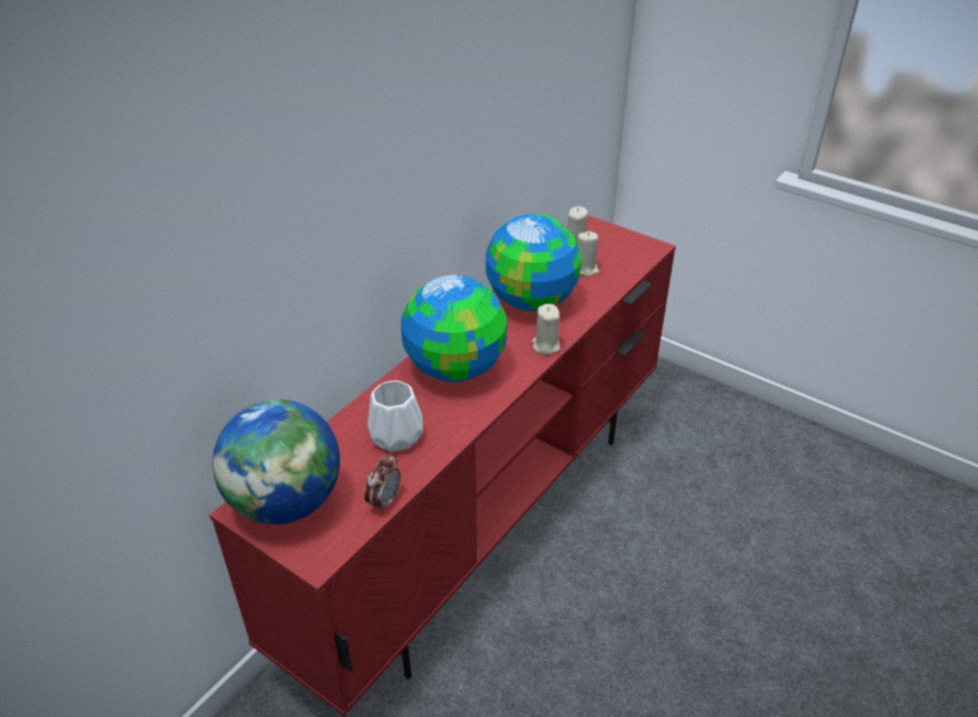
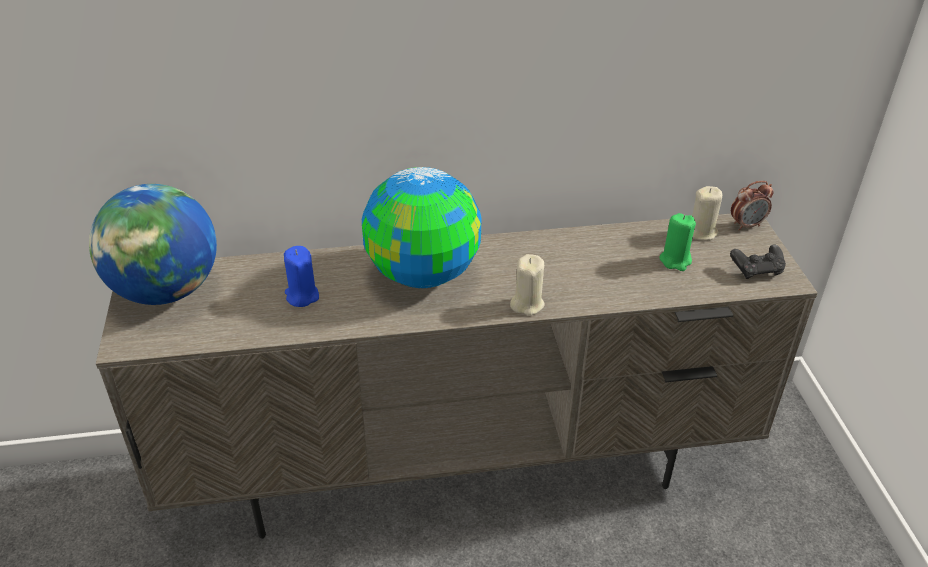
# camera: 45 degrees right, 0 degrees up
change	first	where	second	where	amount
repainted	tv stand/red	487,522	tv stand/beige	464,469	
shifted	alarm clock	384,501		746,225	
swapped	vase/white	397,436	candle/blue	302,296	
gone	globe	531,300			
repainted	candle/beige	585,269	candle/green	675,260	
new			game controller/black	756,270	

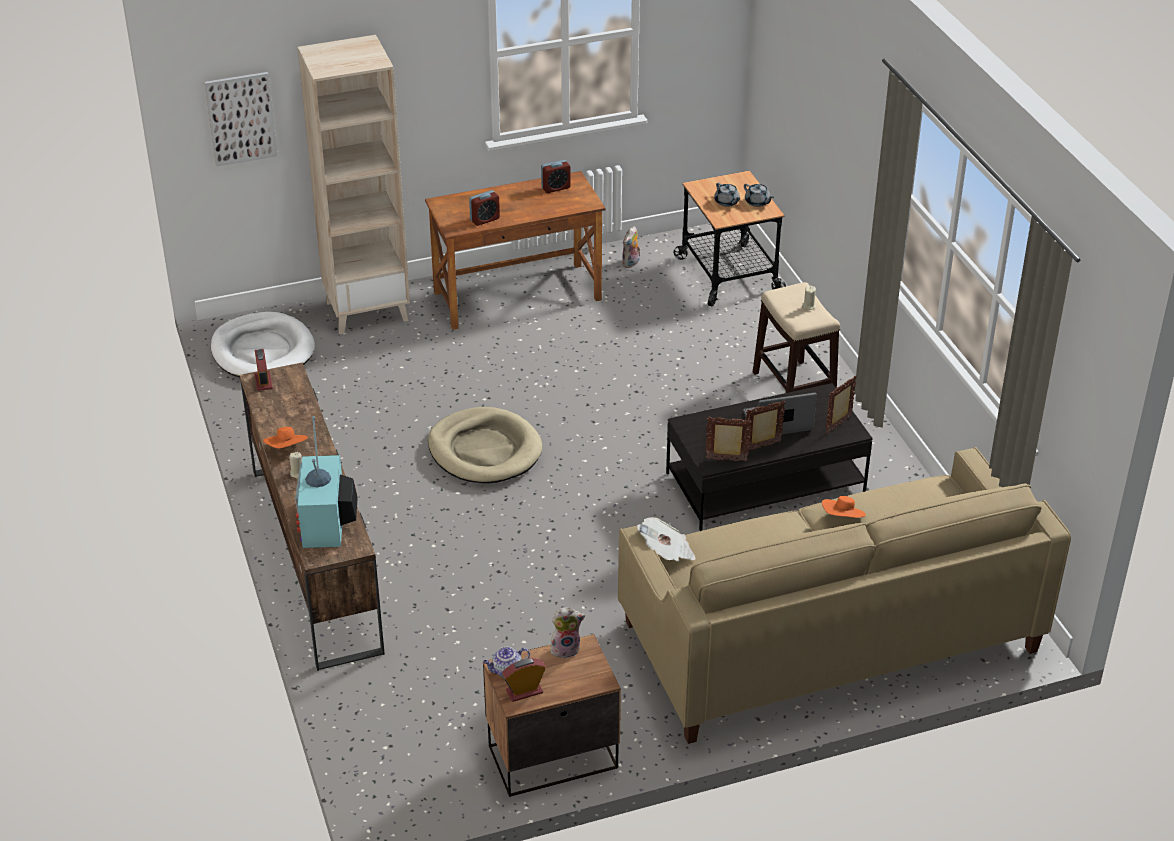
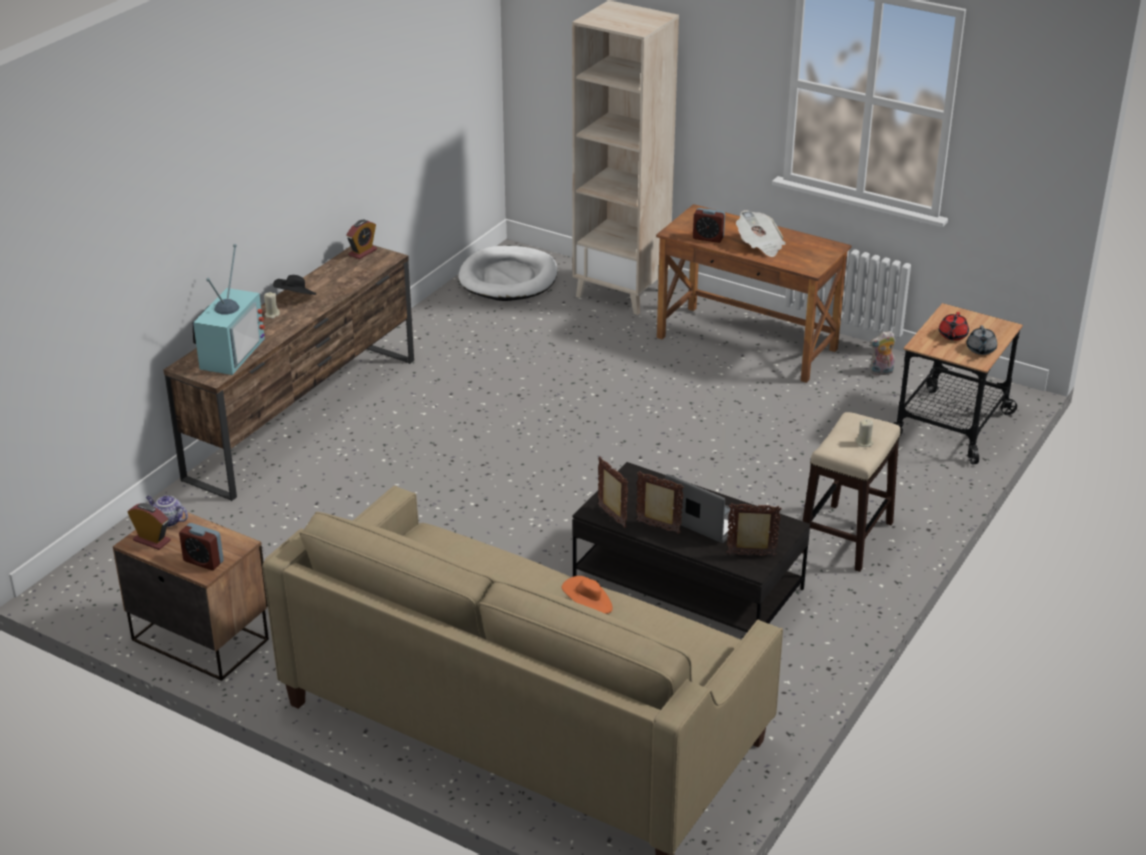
# camera: 50 degrees right, 5 degrees down
change	first	where	second	where	amount
gone	picture	241,118			
repainted	hat/orange	287,449	hat/black	296,297	
rotated	television	328,522		229,352	150 degrees clockwise
gone	dog bed/beige	484,450			
shifted	alarm clock	556,188		203,561	
gone	plush toy	566,648			
shifted	newspaper	666,552		760,246	
repainted	teapot/grey	727,202	teapot/red	952,335	

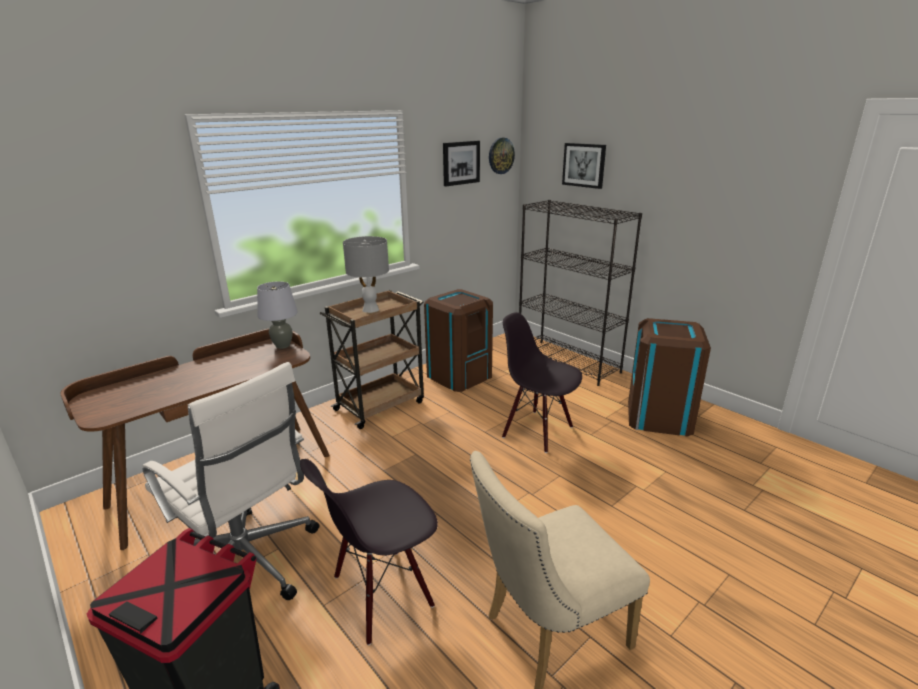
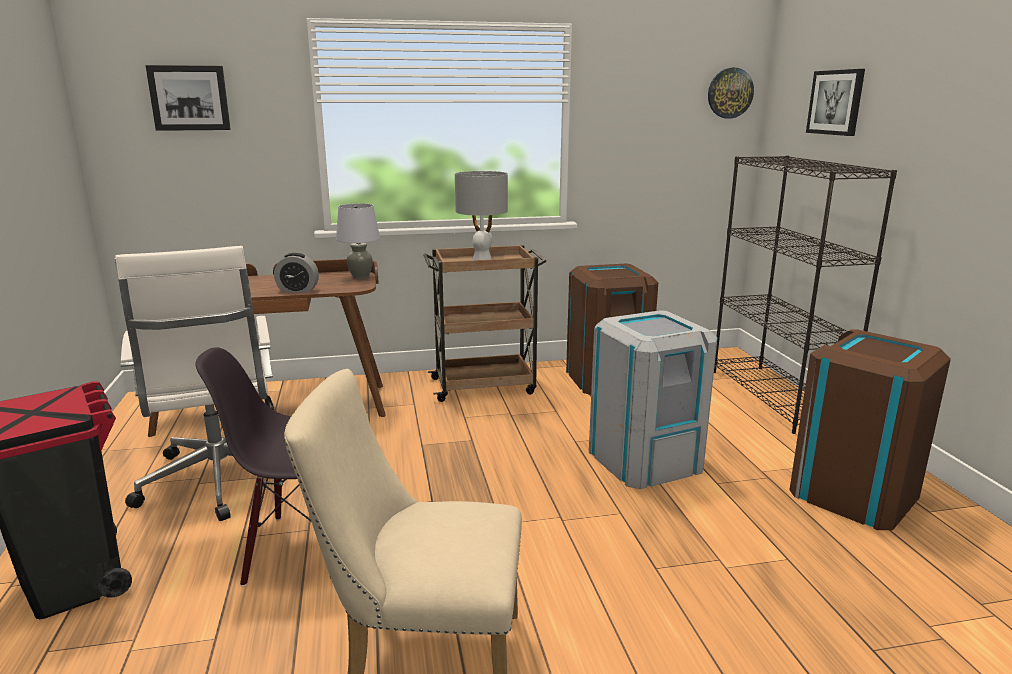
# camera: 30 degrees right, 5 degrees down
change	first	where	second	where	amount
shifted	picture	460,163		189,98	
swapped	chair/black	538,431	trash can/grey	645,459	
new			alarm clock	298,290	

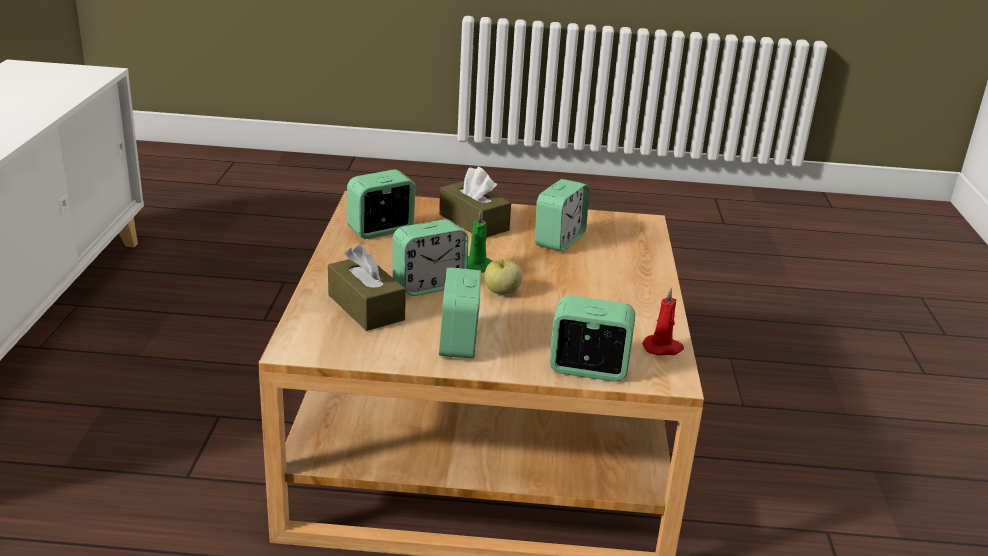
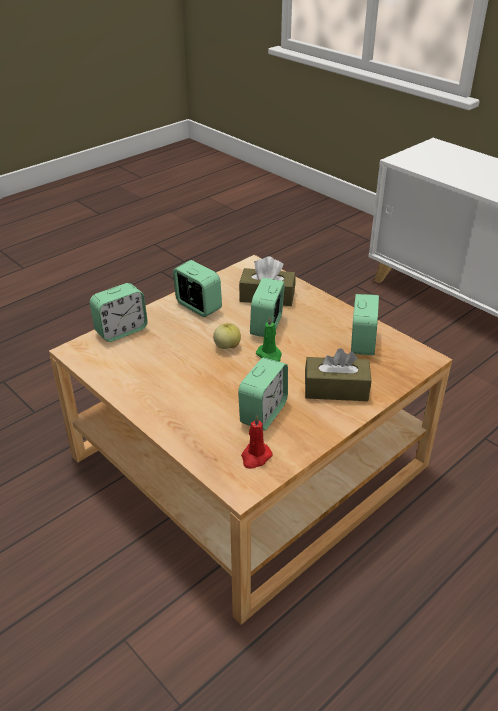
# camera: 135 degrees right, 10 degrees up
change	first	where	second	where	amount
rotated	alarm clock	559,240		263,413	135 degrees counterclockwise
shifted	candle/red	663,348		255,457	

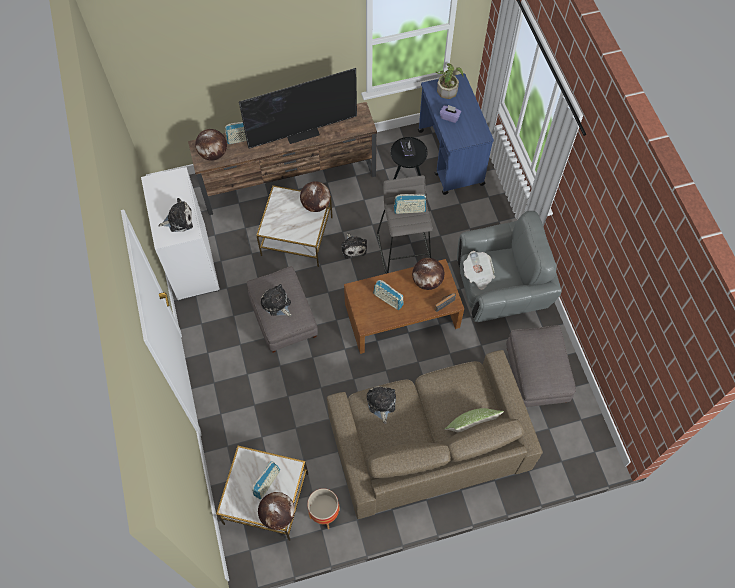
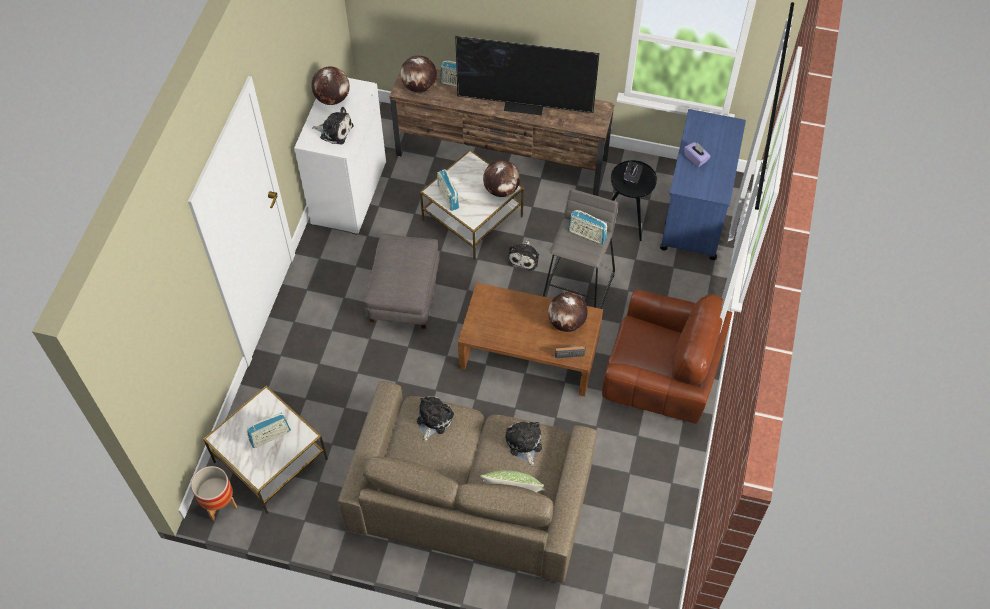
# camera: 30 degrees right, 5 degrees down
change	first	where	second	where	amount
shifted	globe	278,514		332,98	
shifted	plush toy	276,304		524,444	
shifted	planter	324,514		219,503	
shifted	radio	388,299		448,197	
gone	potted plant	447,88			
repainted	armchair/grey	501,287	armchair/brown	660,377	
gone	newspaper	478,274			
gone	ottoman/grey	535,374			

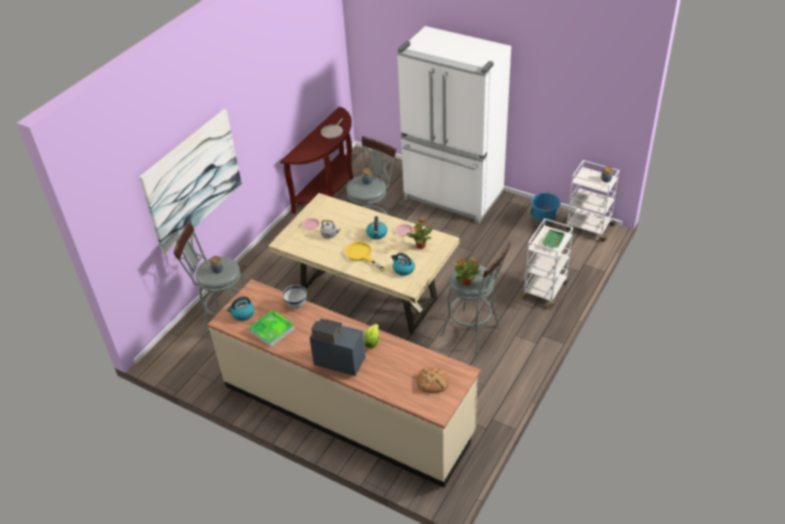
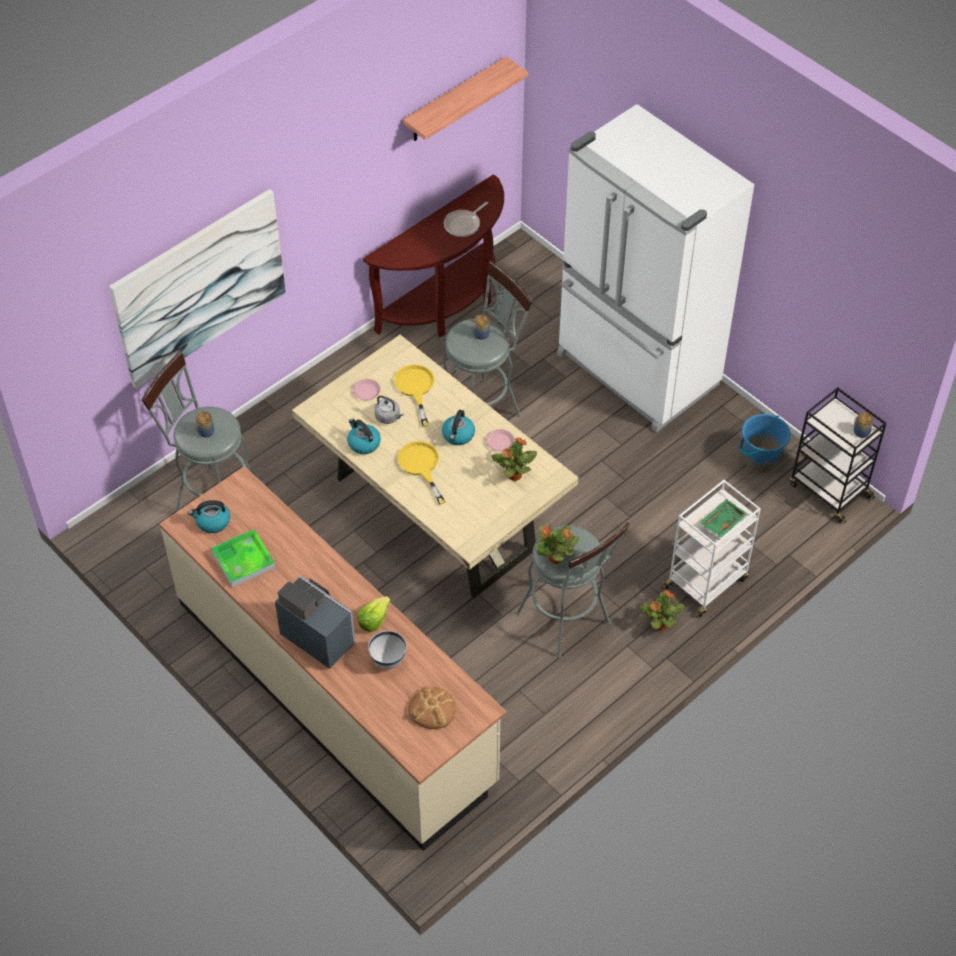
# camera: 15 degrees right, 10 degrees up
change	first	where	second	where	amount
shifted	bowl/white	296,305		388,660	
shifted	kettle	403,269		363,443	
repainted	cart/white	588,227	cart/black	828,490	
new			frying pan/yellow	415,388	
new			shelf	455,101	
new			potted plant	659,625	

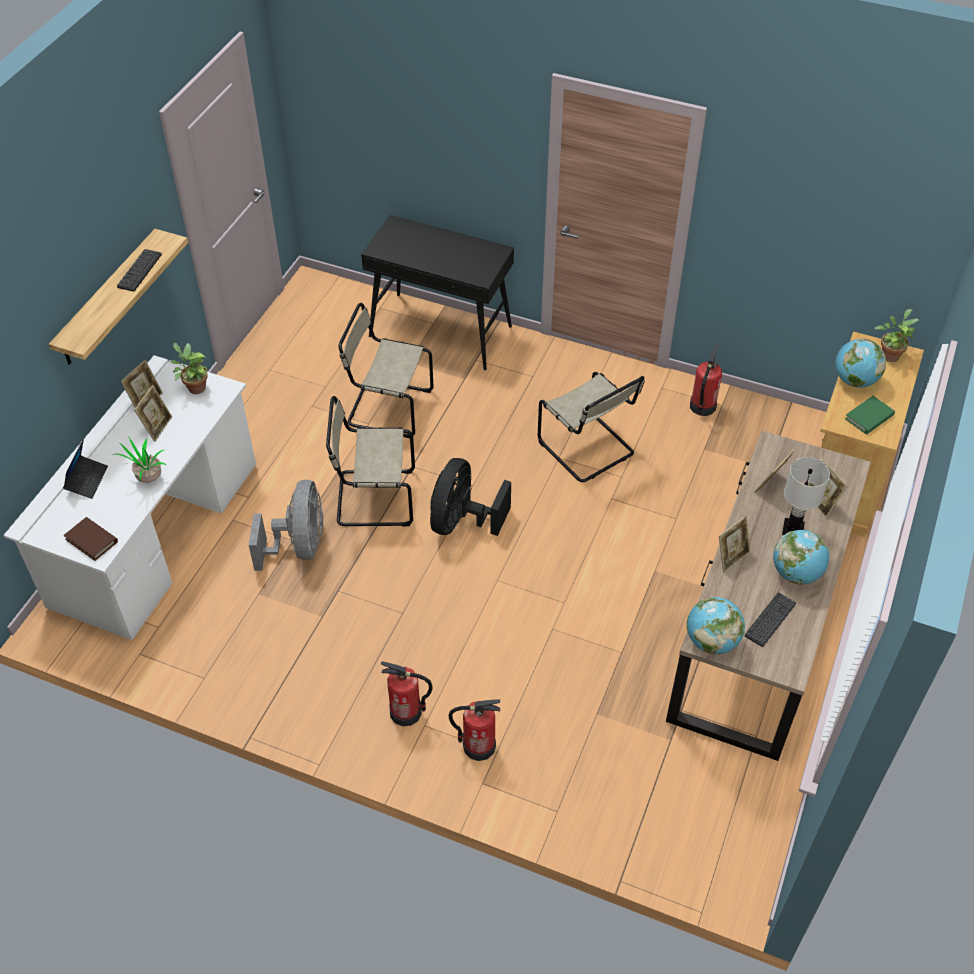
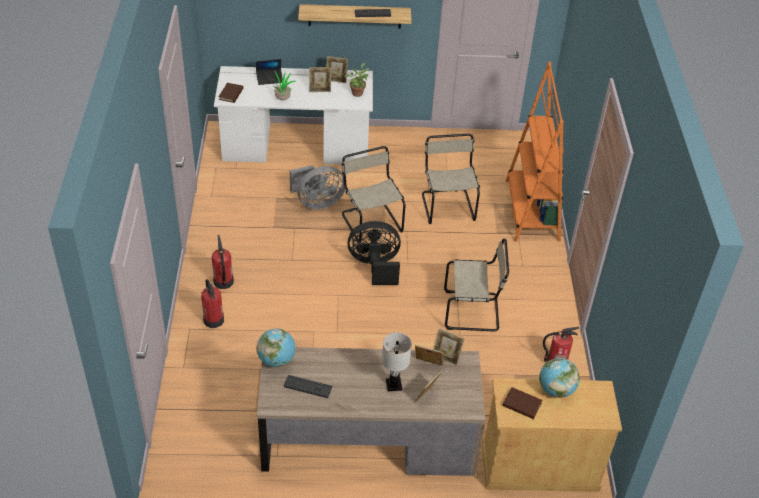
# camera: 65 degrees right, 5 degrees down
change	first	where	second	where	amount
swapped	console table/black	441,331	bookcase/orange	532,210	
rotated	chair/beige	588,449		473,311	120 degrees counterclockwise
shifted	picture frame	731,557		446,357	
gone	globe	796,573			
repainted	book/green	869,417	book/brown	521,404	
gone	potted plant	890,354			

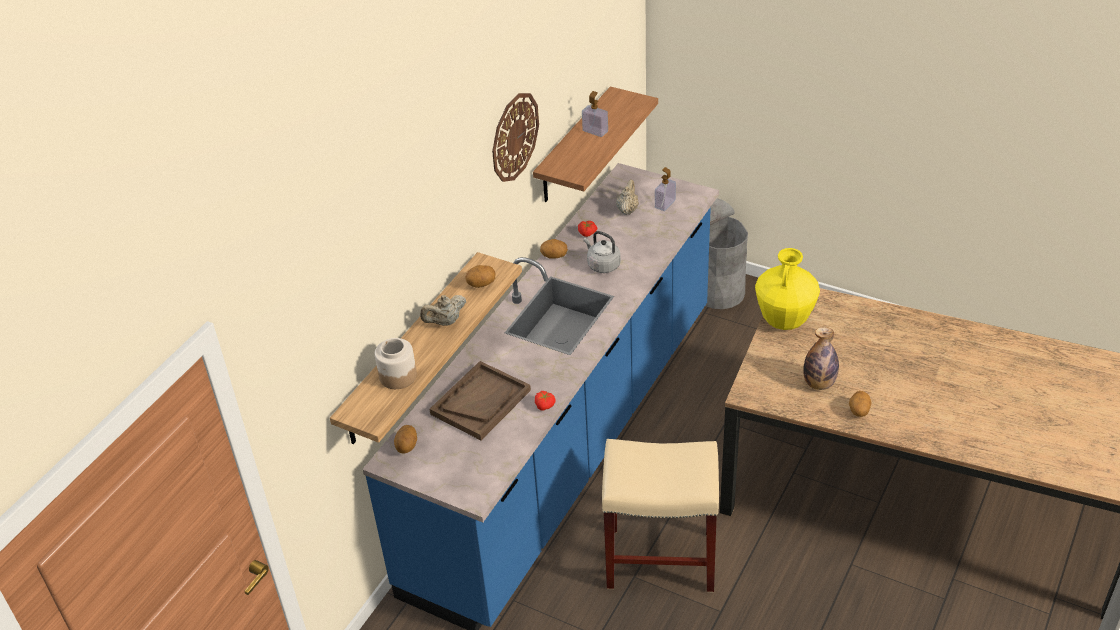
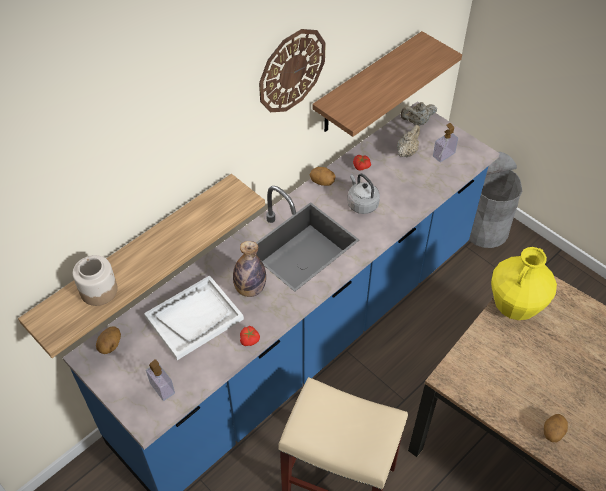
# camera: 15 degrees right, 10 degrees up
change	first	where	second	where	amount
shifted	teapot/beige	445,322		417,122	
repainted	tray/brown	480,402	tray/white	194,318	
gone	potato	481,284			
shifted	soap dispenser	595,131		162,388	
shifted	bottle	819,384		250,289	

